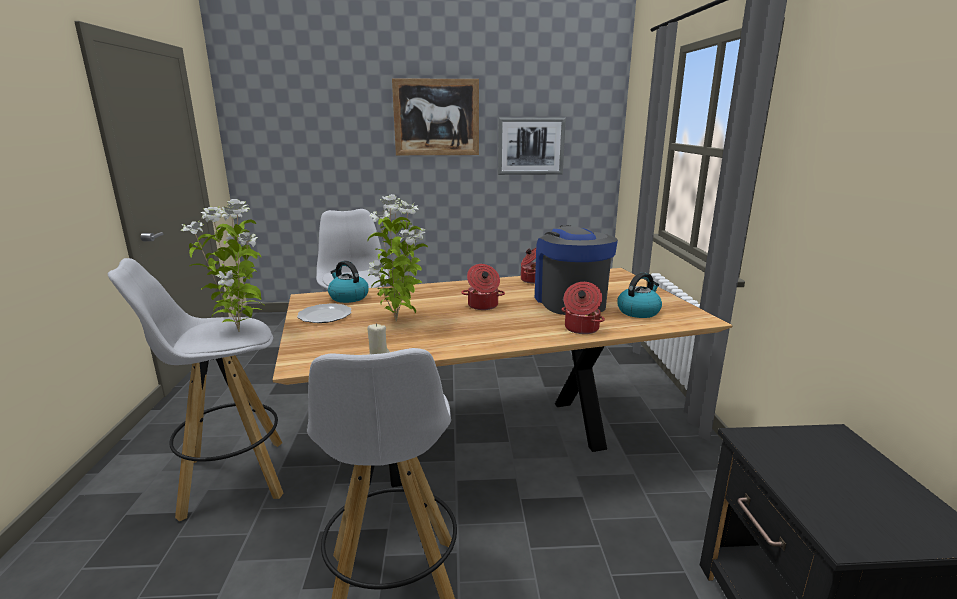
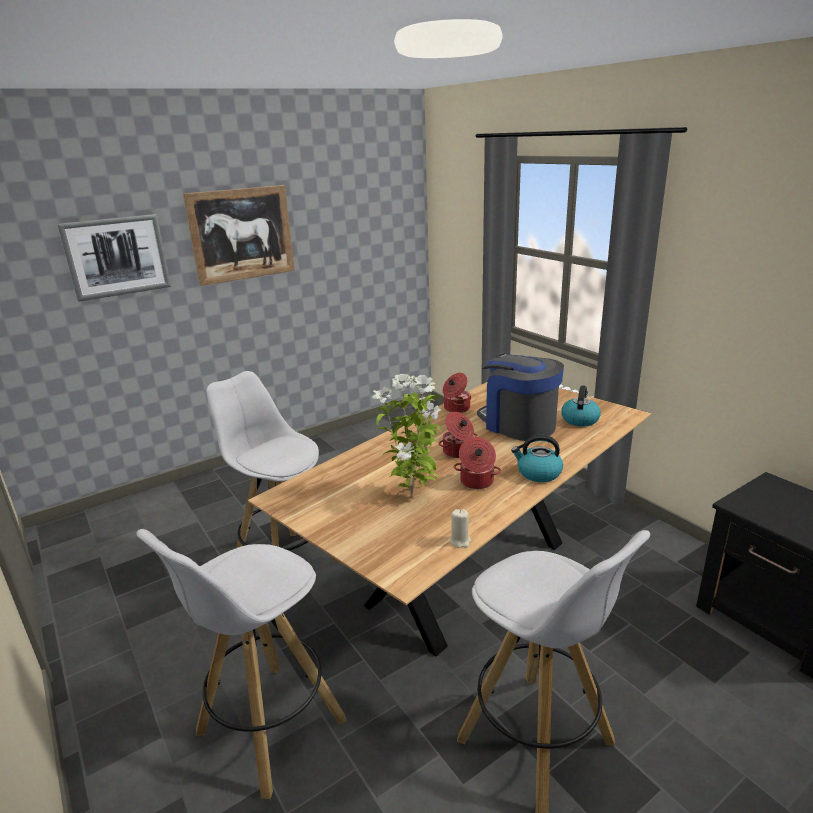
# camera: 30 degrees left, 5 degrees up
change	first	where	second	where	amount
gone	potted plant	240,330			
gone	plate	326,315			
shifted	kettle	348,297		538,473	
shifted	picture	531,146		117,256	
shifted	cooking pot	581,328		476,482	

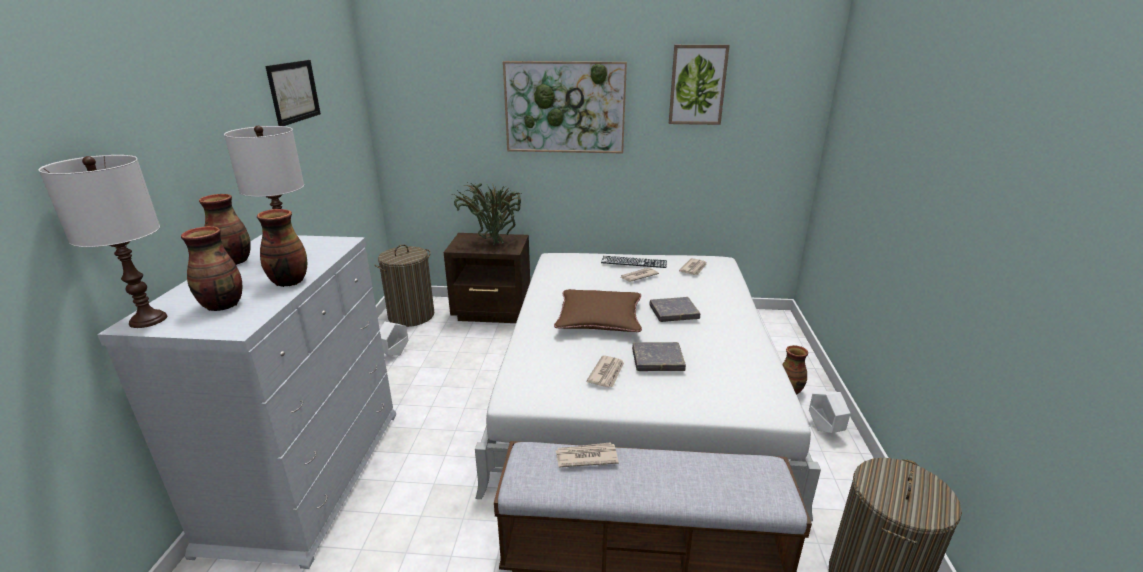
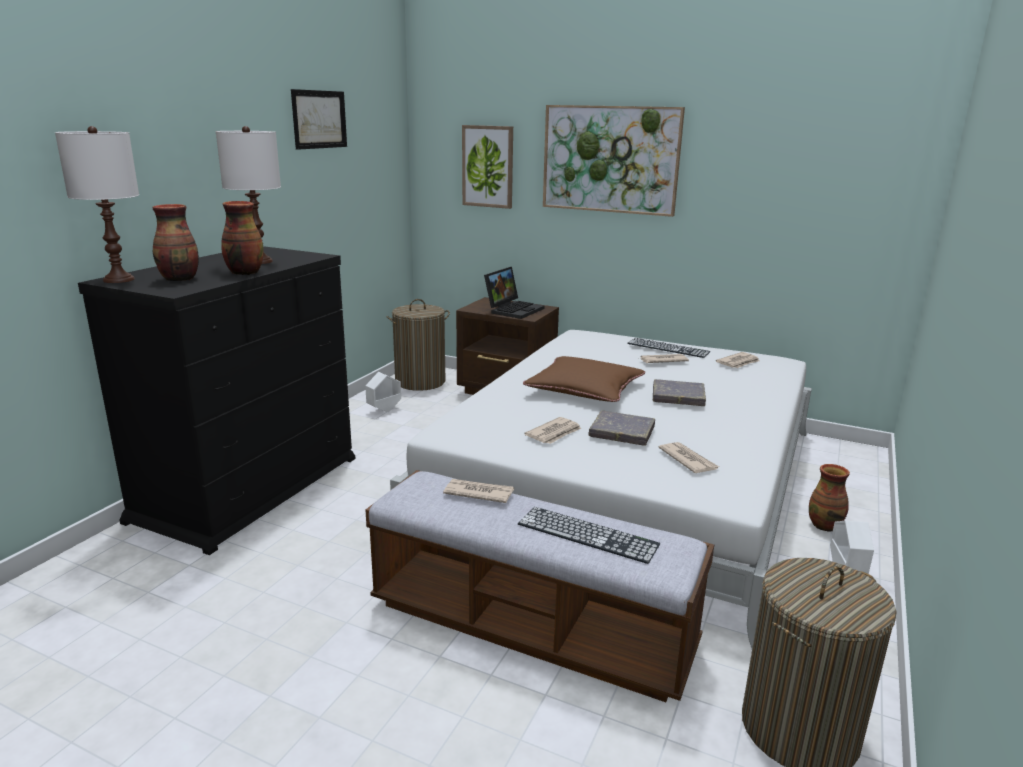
# camera: 20 degrees right, 5 degrees down
change	first	where	second	where	amount
repainted	dresser/white	308,475	dresser/black	249,488	
gone	vase	235,261			
swapped	potted plant	493,243	laptop	513,309	
shifted	picture	697,85		488,166	
new			keyboard	587,534	
new			newspaper	688,460	

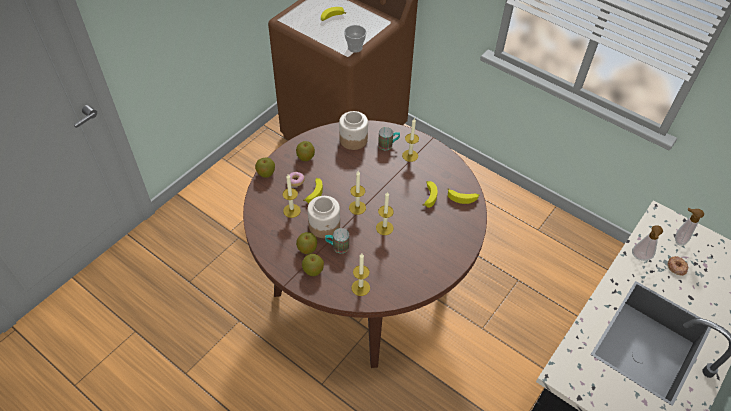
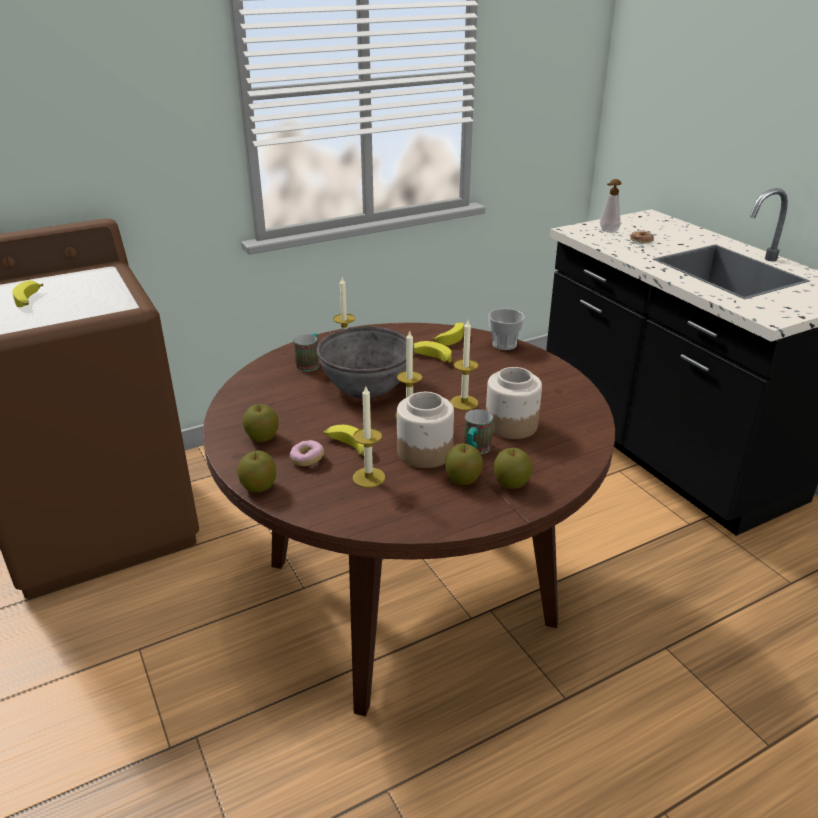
# camera: 65 degrees left, 20 degrees down
change	first	where	second	where	amount
shifted	jar	353,139		510,425	
shifted	cup	355,47		504,344	
gone	candle	360,287			
gone	soap dispenser	640,258			
new			bowl/grey	366,385	

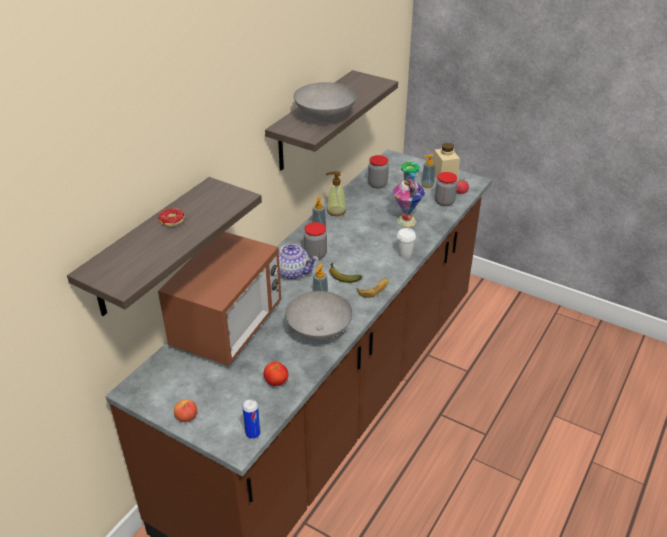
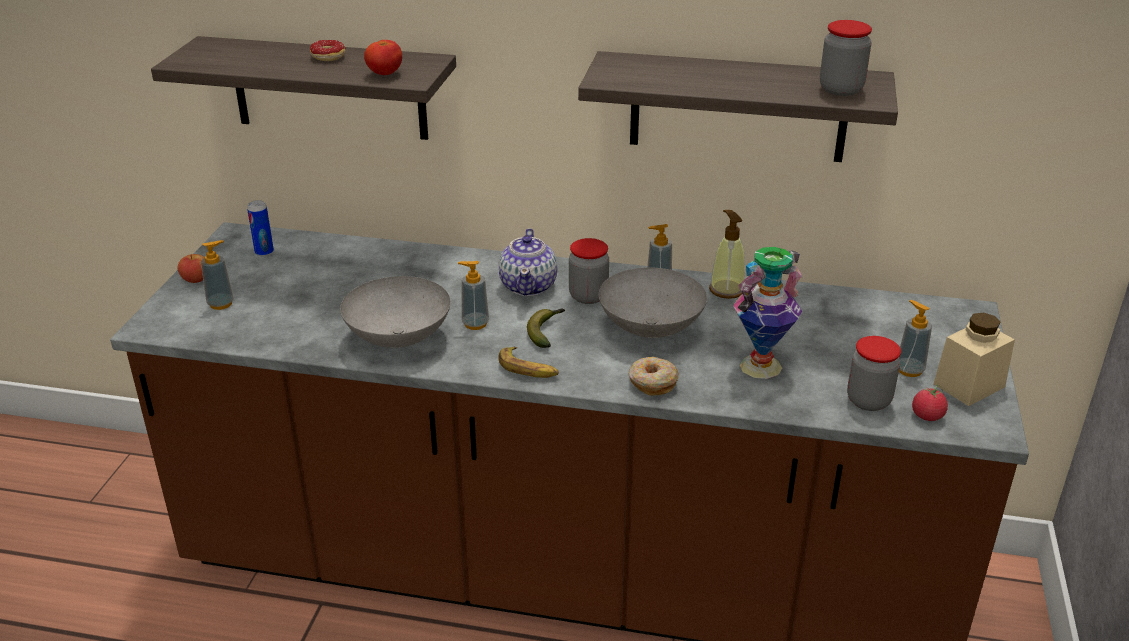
# camera: 70 degrees right, 5 degrees down
change	first	where	second	where	amount
gone	microwave	228,327			
shifted	can	253,433		264,252	
shifted	tomato	276,382		385,74	
shifted	bowl/grey	324,117		649,328	
shifted	jar	377,184		841,89	
swapped	cup/white	405,254	donut	652,383	
new			soap dispenser	221,304	

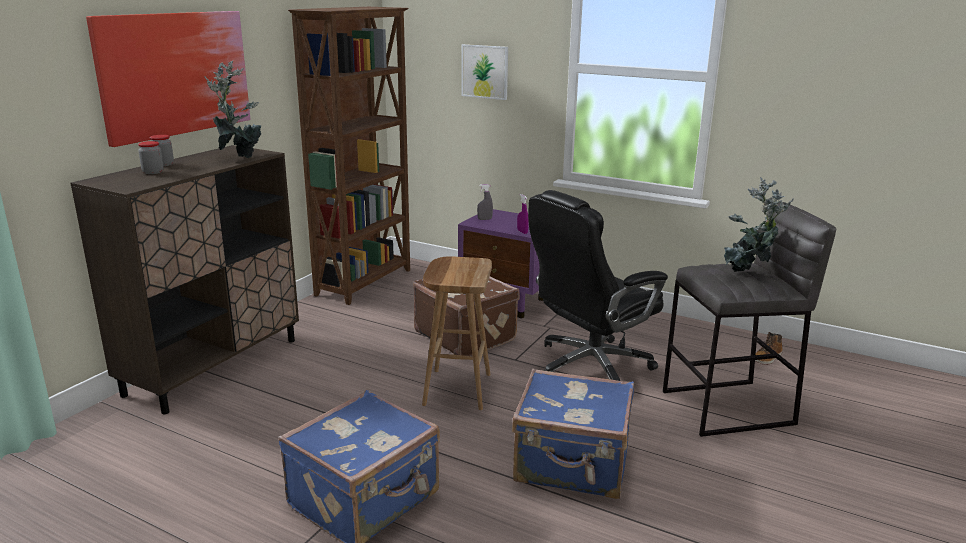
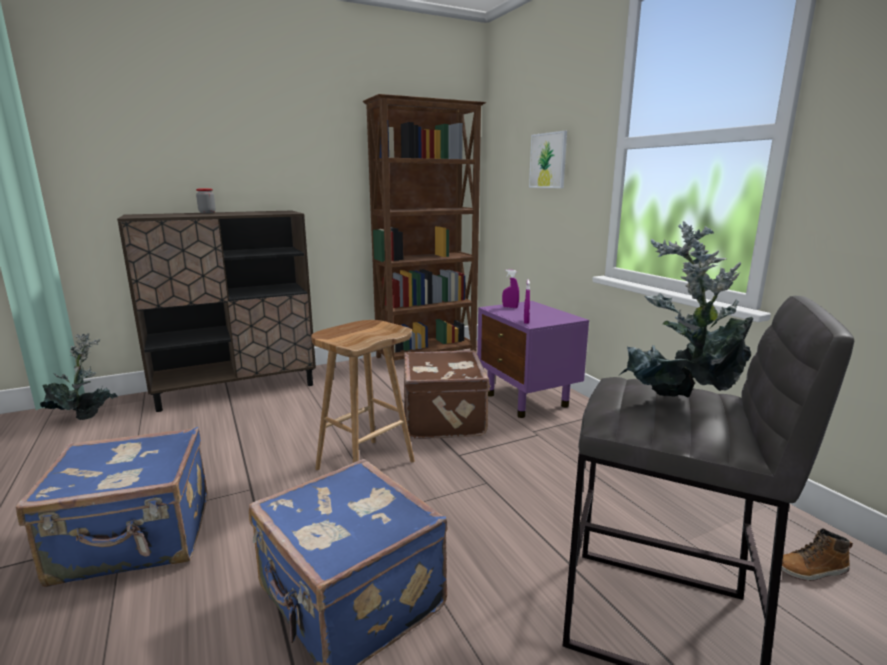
# camera: 35 degrees right, 5 degrees down
change	first	where	second	where	amount
gone	picture	175,74			
gone	jar	153,172			
shifted	potted plant	239,157		85,415	
repainted	spray bottle/grey	484,219	spray bottle/purple	510,307	
gone	office chair/black	590,366			

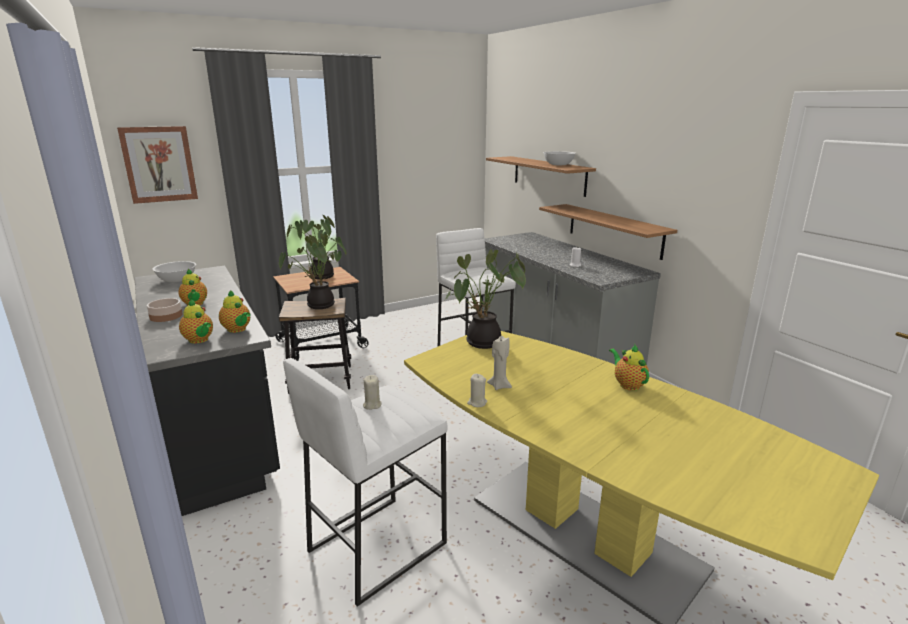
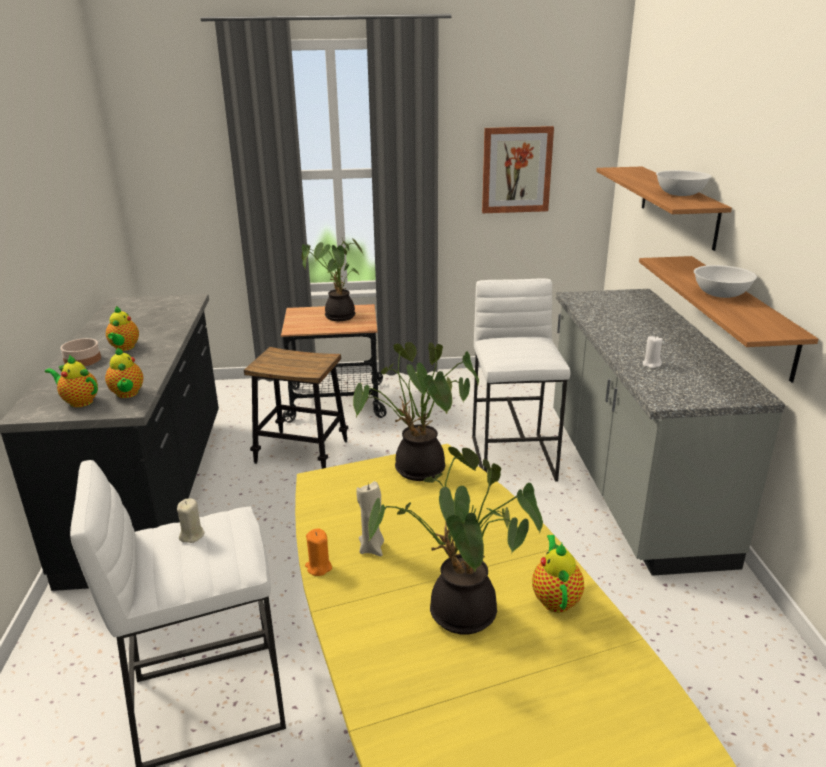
# camera: 25 degrees right, 5 degrees up
change	first	where	second	where	amount
shifted	picture	159,164		516,170	
shifted	bowl/white	177,280		721,294	
rotated	teapot	199,340		79,401	135 degrees clockwise
shifted	potted plant	319,306		457,616	
repainted	candle/beige	477,403	candle/orange	318,567	

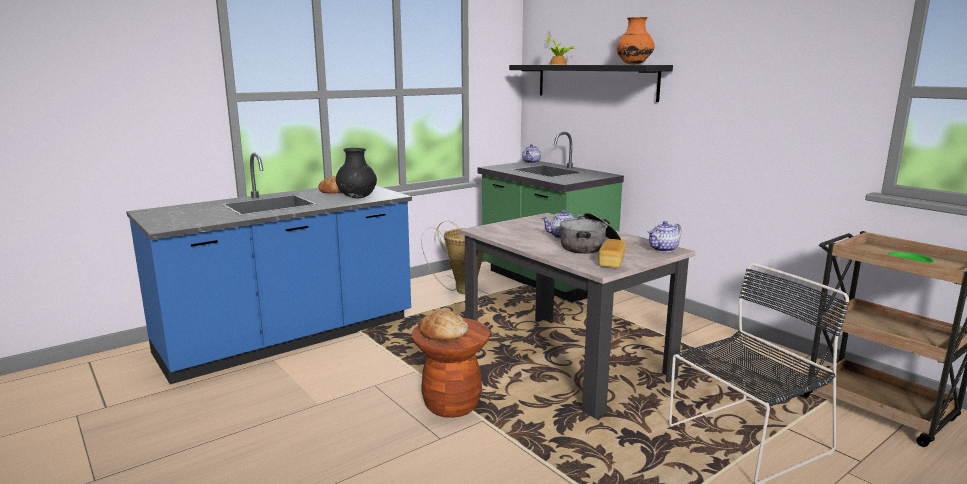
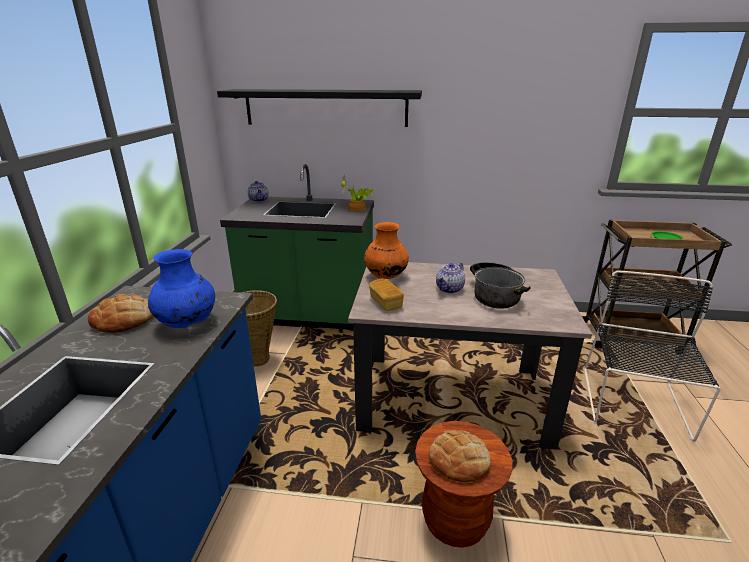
# camera: 45 degrees left, 10 degrees up
change	first	where	second	where	amount
repainted	vase/black	357,198	vase/blue	187,323	
shifted	potted plant	558,64		358,208	
shifted	bread	611,263		386,302	
shifted	vase/orange	634,64		385,276	
gone	teapot	663,249			

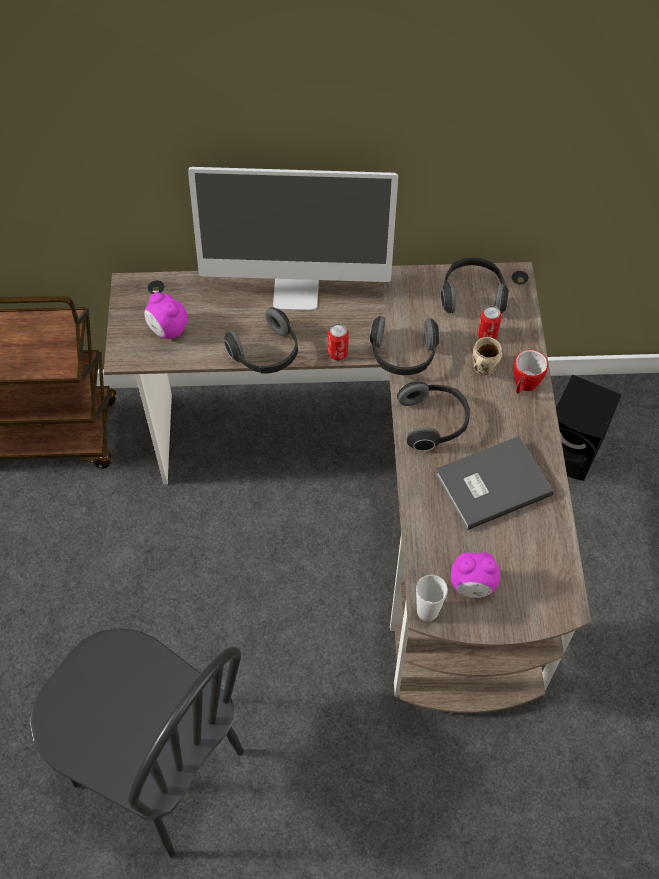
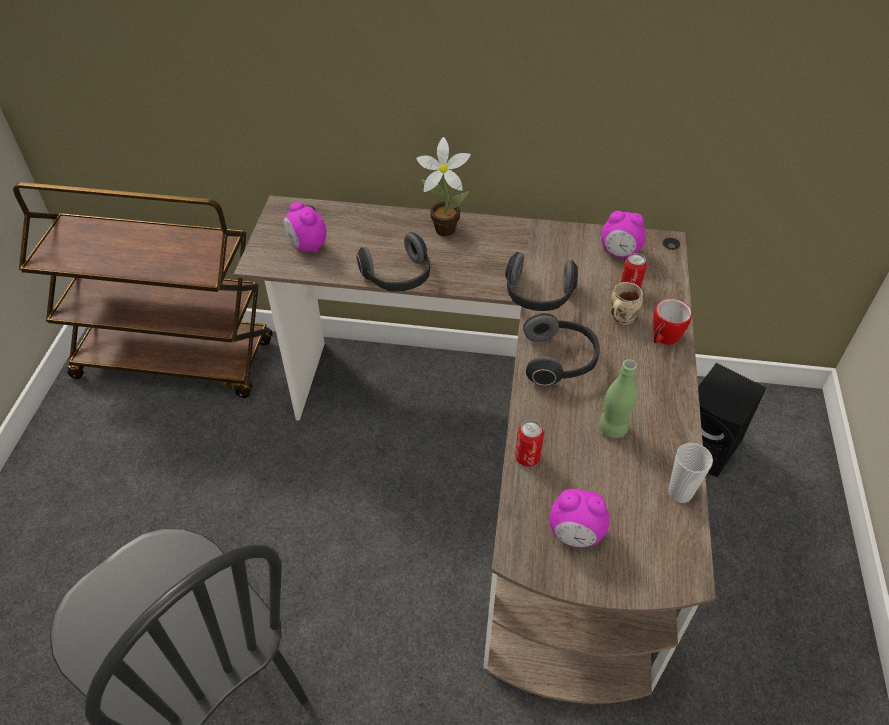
# camera: 10 degrees right, 10 degrees down
change	first	where	second	where	amount
swapped	monitor	296,290	potted plant	442,228	
shifted	can	338,353		527,457	
shifted	cup	427,611		680,493	
swapped	book/grey	490,483	bottle/green	612,428	
swapped	headphones	472,295	alarm clock	619,253	

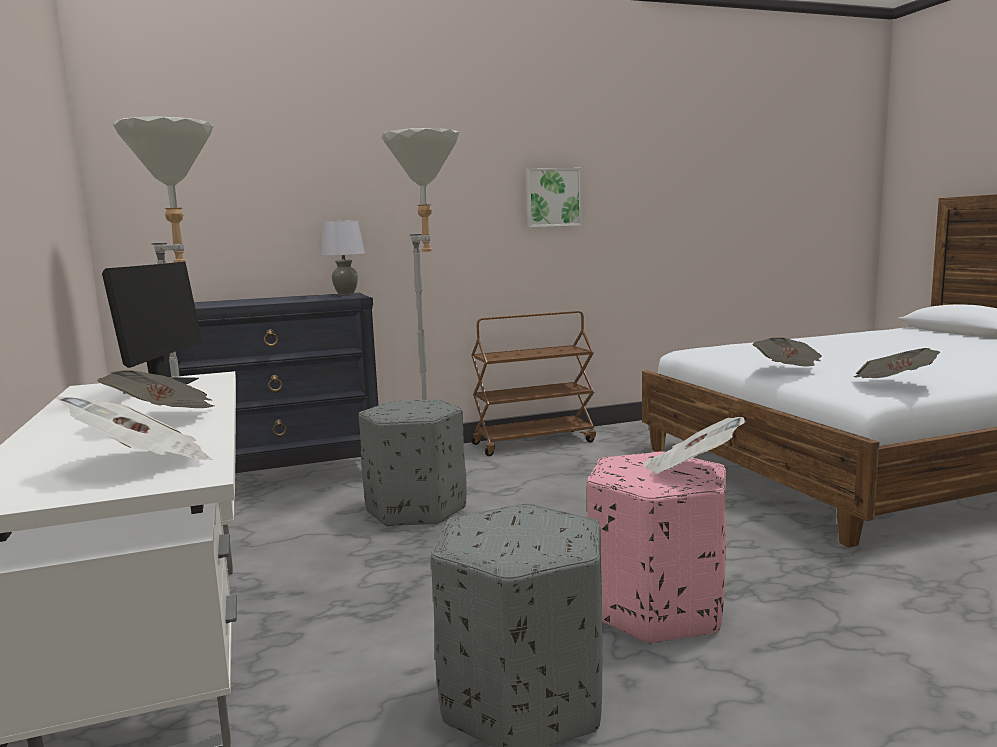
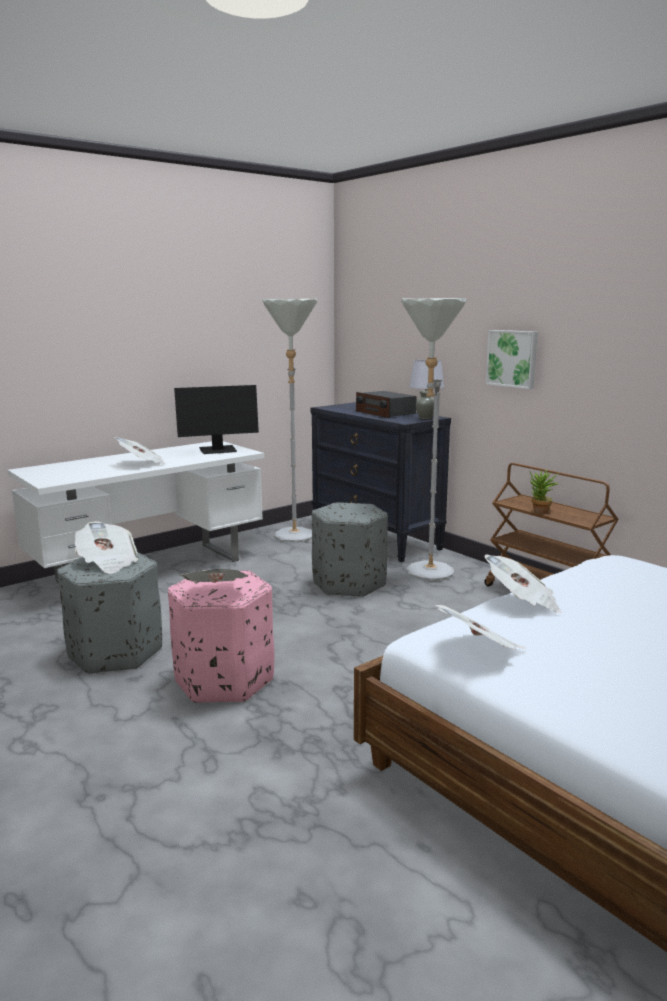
# camera: 70 degrees right, 5 degrees up
change	first	where	second	where	amount
shifted	newspaper	144,463		108,563	
shifted	picture	552,197		512,358	
new			radio	385,413	
new			potted plant	540,512	

